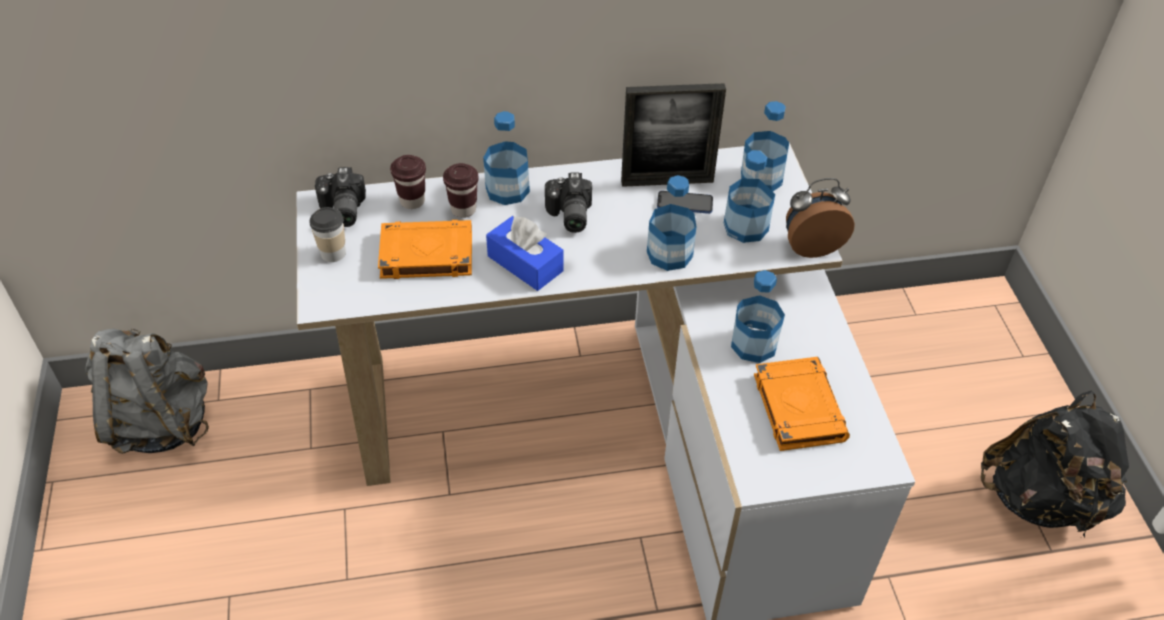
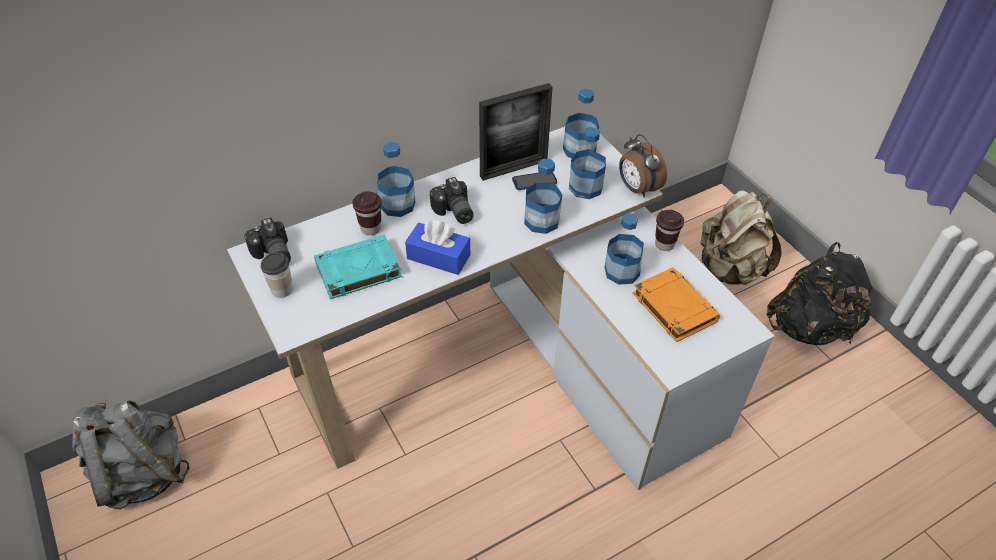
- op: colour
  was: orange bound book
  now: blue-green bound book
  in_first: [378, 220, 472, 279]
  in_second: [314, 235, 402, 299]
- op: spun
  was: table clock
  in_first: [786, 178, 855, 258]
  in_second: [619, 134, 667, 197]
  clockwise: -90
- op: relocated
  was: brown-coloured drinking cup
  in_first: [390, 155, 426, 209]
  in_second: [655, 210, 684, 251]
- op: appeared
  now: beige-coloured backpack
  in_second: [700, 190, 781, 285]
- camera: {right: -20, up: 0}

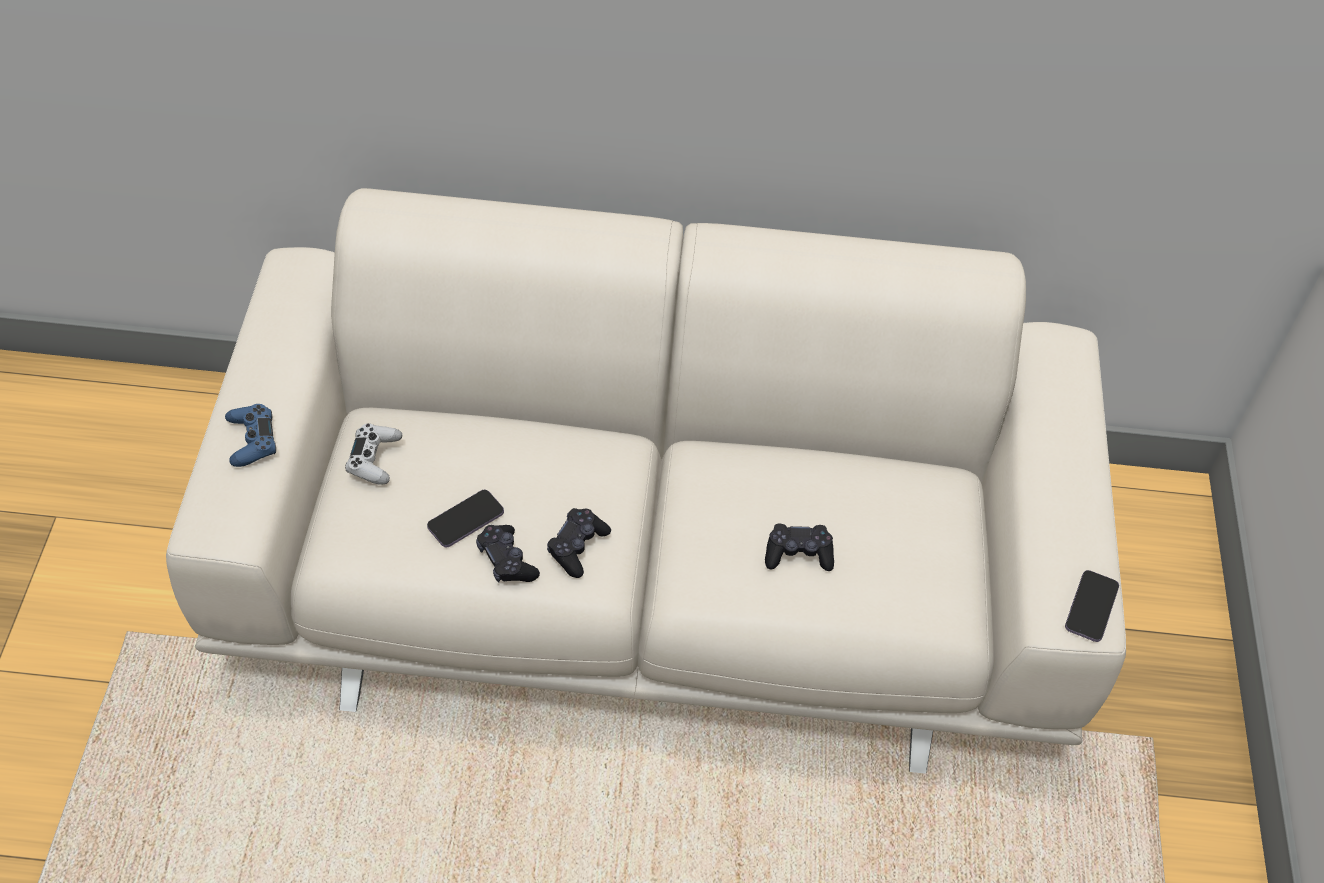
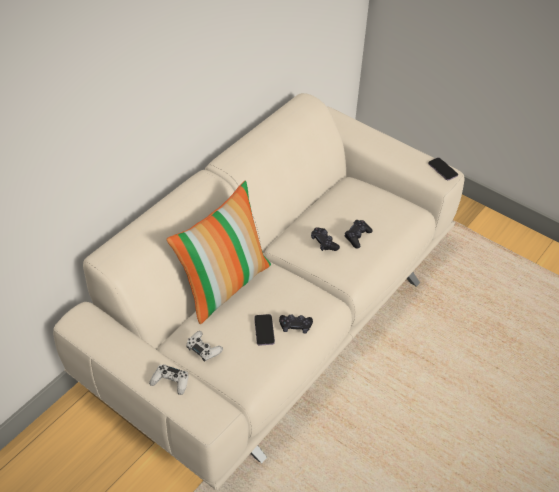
- op: colour
  was: blue-coloured joypad
  now: white joypad
  in_first: [225, 404, 276, 467]
  in_second: [149, 364, 188, 395]
- op: appeared
  now: throw pillow
  in_second: [166, 181, 271, 324]
- op: relocated
  was: black joypad
  in_first: [547, 508, 611, 578]
  in_second: [311, 227, 340, 251]
- camera: {right: -55, up: -5}

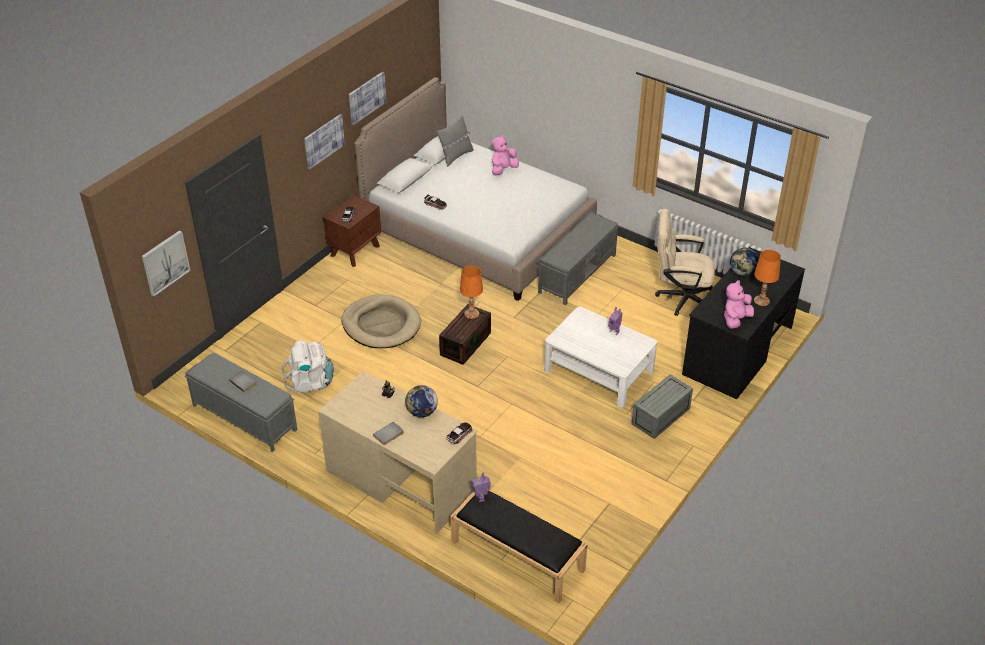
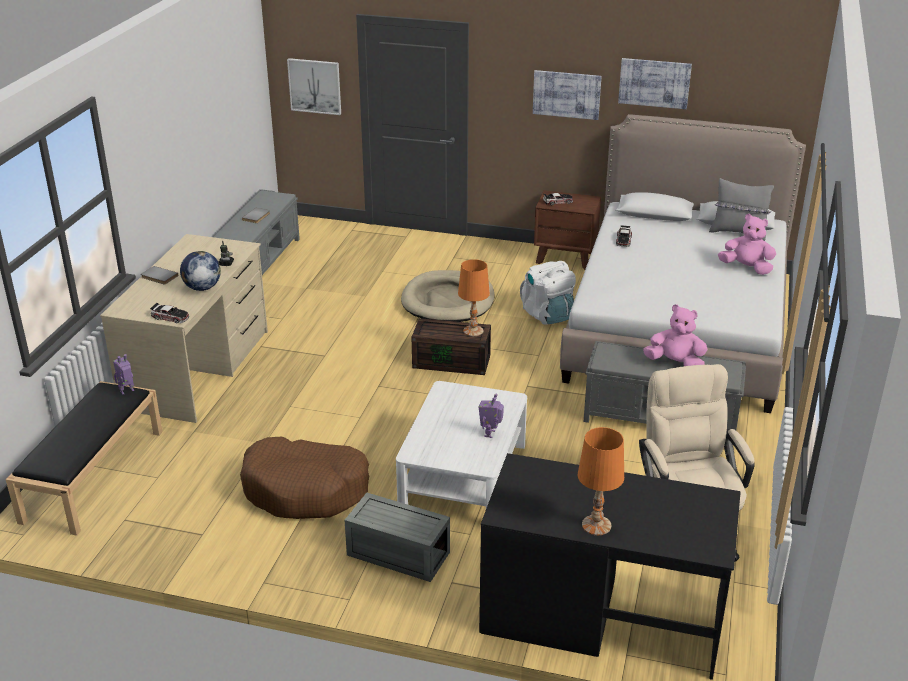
- op: appeared
  now: brown-coloured dog cushion
  in_second: [240, 436, 369, 519]
- op: relocated
  was: white backpack
  in_first: [281, 340, 334, 393]
  in_second: [520, 261, 576, 325]
- op: relocated
  was: pinkish cuddly toy
  in_first: [724, 280, 754, 329]
  in_second: [643, 304, 708, 366]
- op: missing
  was: world globe
  in_first: [730, 248, 759, 276]
- camera: {right: 70, up: -10}

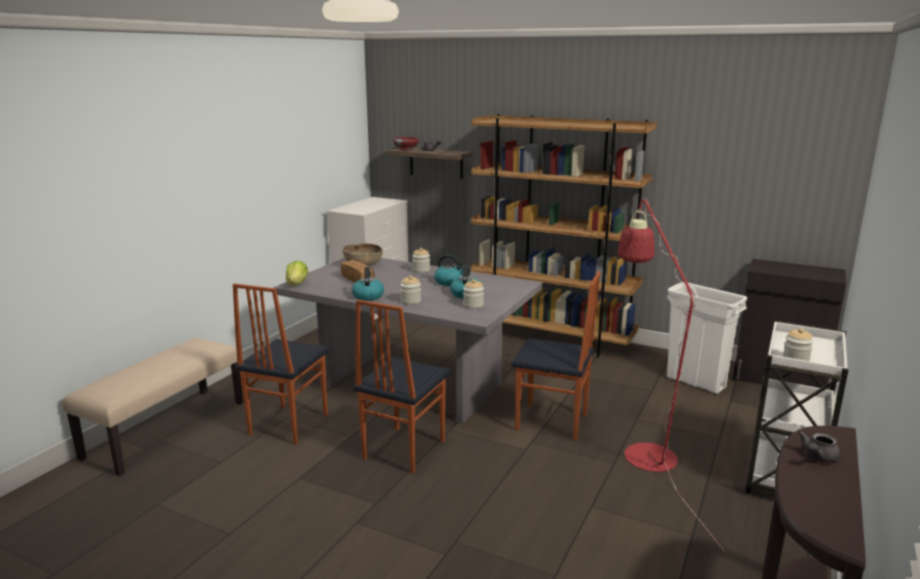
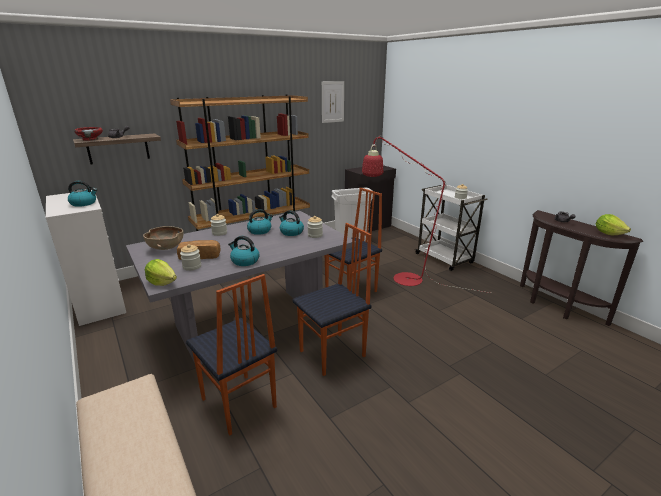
- op: appeared
  now: kettle
  in_second: [68, 181, 97, 207]
- op: relocated
  was: storage jar
  in_first: [400, 275, 421, 305]
  in_second: [180, 244, 201, 271]
- op: spun
  was: upright chair
  in_first: [354, 299, 450, 474]
  in_second: [293, 223, 371, 376]
  clockwise: -90
- op: appeared
  now: wall picture
  in_second: [322, 81, 344, 123]
- op: appeared
  now: lettuce head
  in_second: [596, 214, 631, 235]
- camera: {right: -60, up: 5}

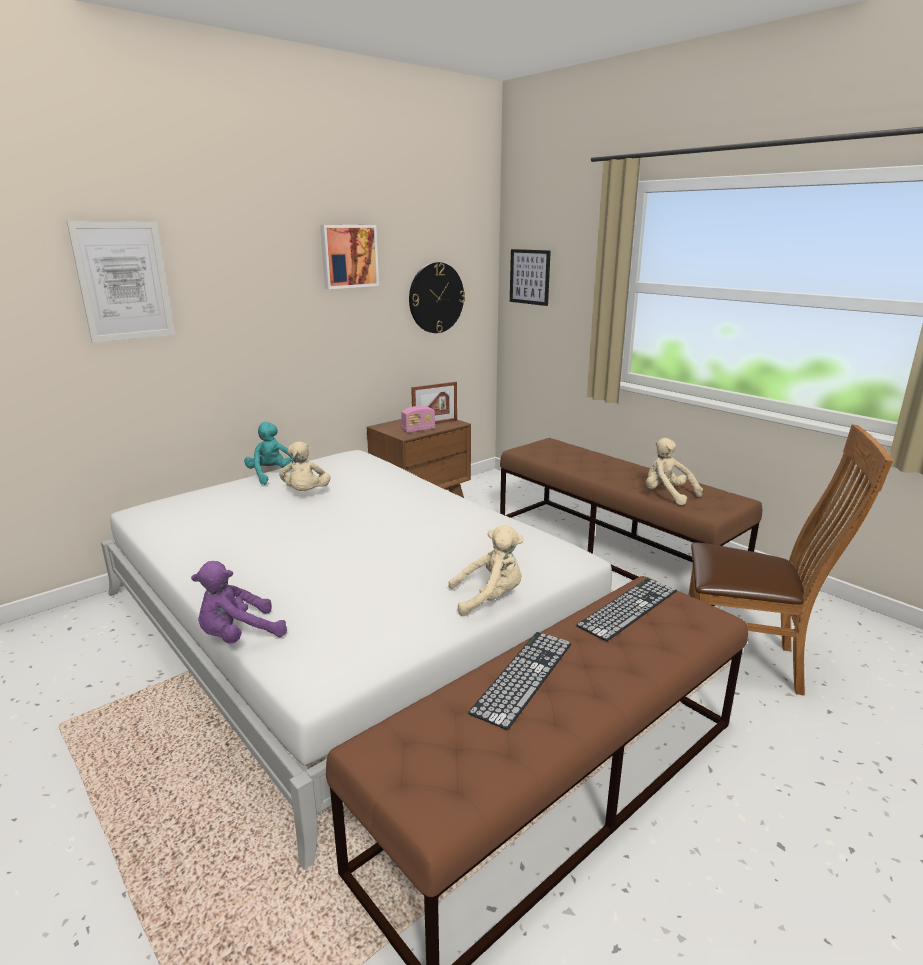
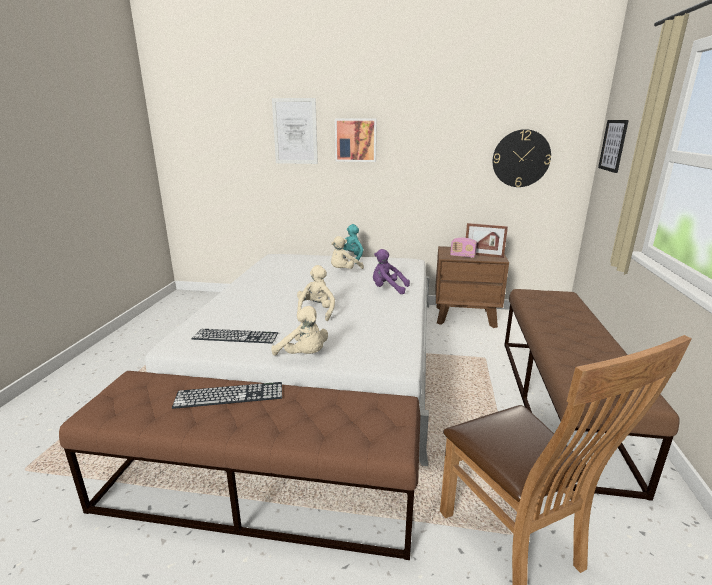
- op: relocated
  was: computer keyboard
  in_first: [576, 578, 677, 642]
  in_second: [192, 329, 278, 344]
- op: relocated
  was: beige-coloured cuddly toy
  in_first: [646, 438, 703, 505]
  in_second: [297, 265, 335, 321]
- op: relocated
  was: wall picture
  in_first: [320, 225, 379, 289]
  in_second: [335, 119, 377, 162]
- op: relocated
  was: purple cuddly toy
  in_first: [191, 561, 287, 644]
  in_second: [373, 249, 410, 294]
- camera: {right: 50, up: 0}

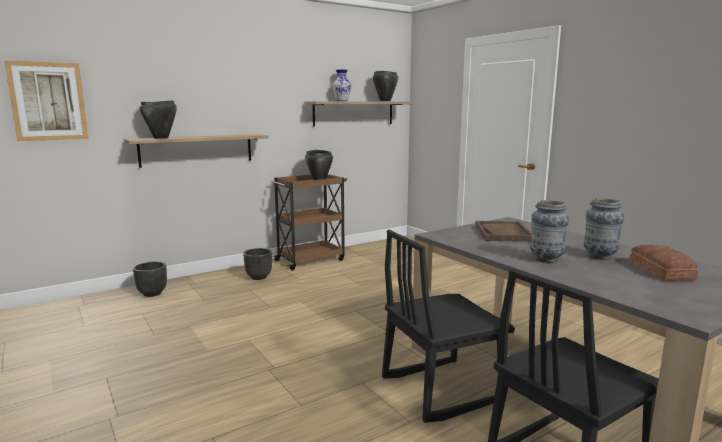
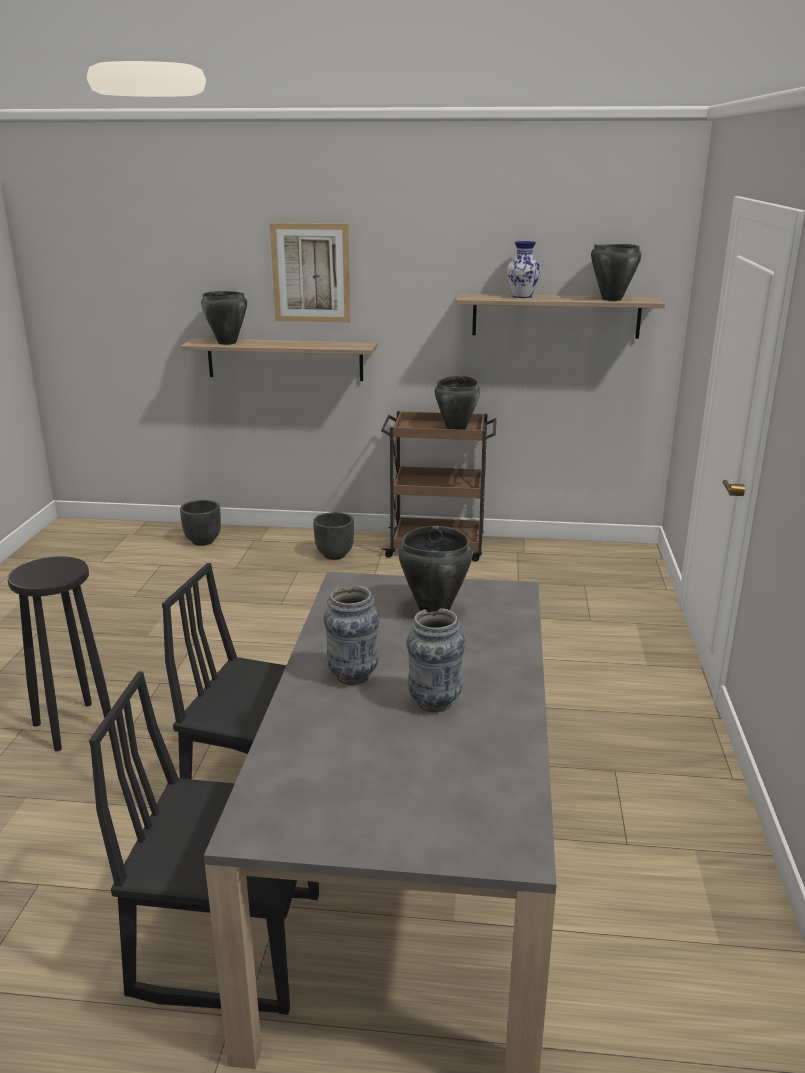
- op: appeared
  now: black stool
  in_second: [8, 556, 111, 751]
- op: relocated
  was: wall picture
  in_first: [4, 61, 89, 141]
  in_second: [270, 223, 351, 323]
- op: exchanged
  was: brown-coloured tray
  now: black stockpot
  in_first: [475, 221, 532, 242]
  in_second: [398, 526, 472, 612]
- op: missing
  was: bakery bread
  in_first: [629, 245, 698, 281]
- camera: {right: 40, up: 10}

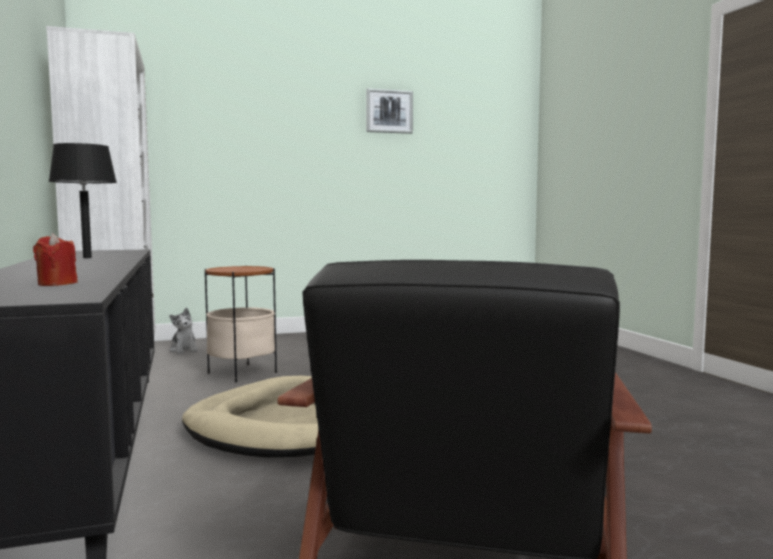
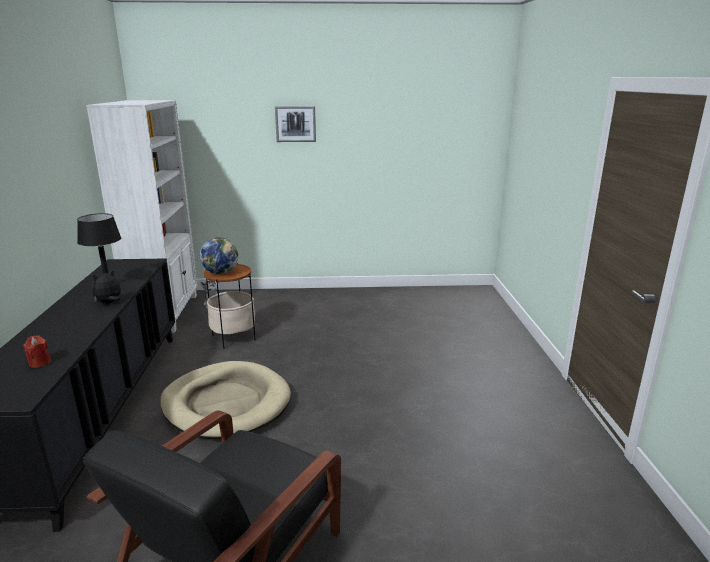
- op: appeared
  now: cuddly toy
  in_second: [92, 270, 121, 304]
- op: appeared
  now: world globe
  in_second: [200, 237, 238, 274]
- op: relocated
  was: wall picture
  in_first: [366, 88, 413, 134]
  in_second: [275, 106, 316, 142]
- camera: {right: 15, up: 15}

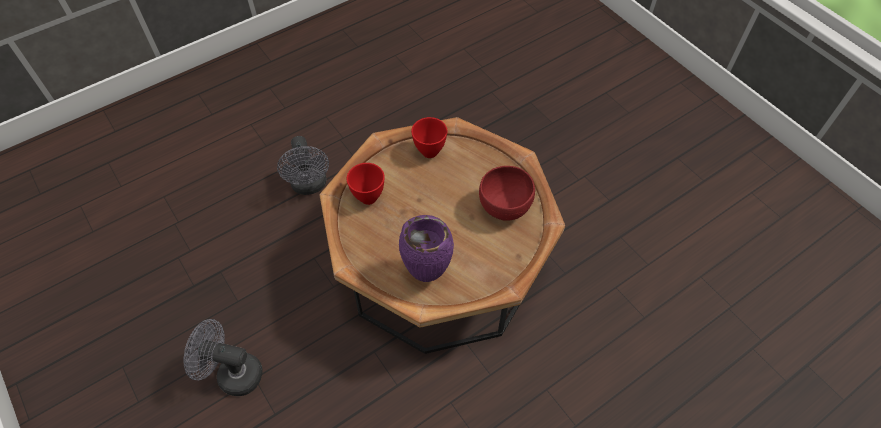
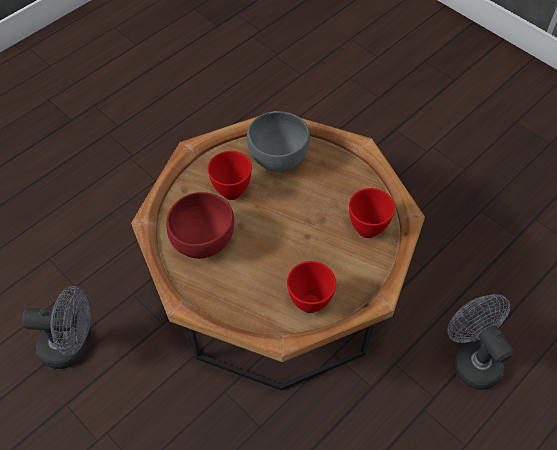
- op: relocated
  was: grey electric fan
  in_first: [183, 319, 263, 396]
  in_second: [21, 286, 91, 369]
- op: appeared
  now: red serving bowl
  in_second: [208, 151, 252, 200]
- op: exchanged
  was: purple flower vase
  now: grey serving bowl
  in_first: [399, 215, 454, 282]
  in_second: [247, 111, 310, 172]
- camera: {right: 170, up: 0}

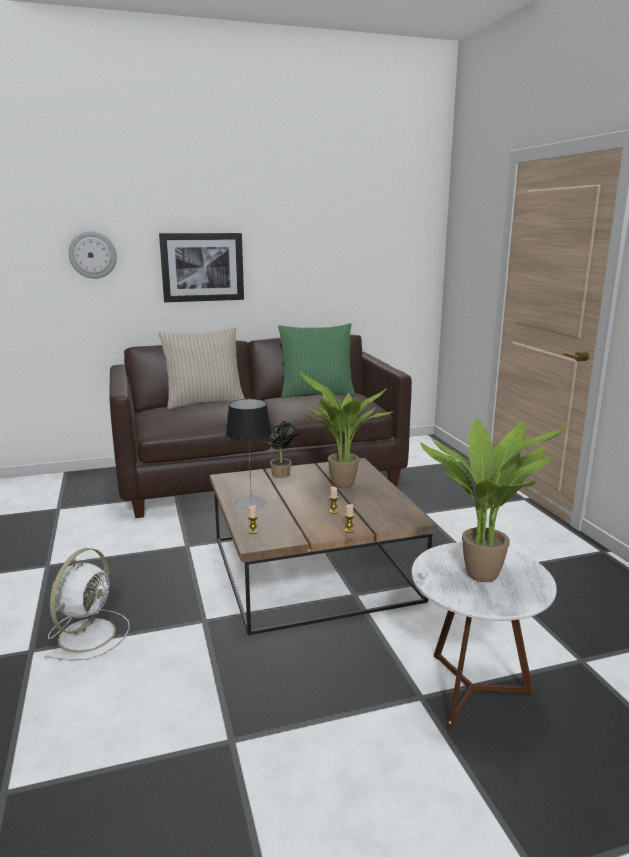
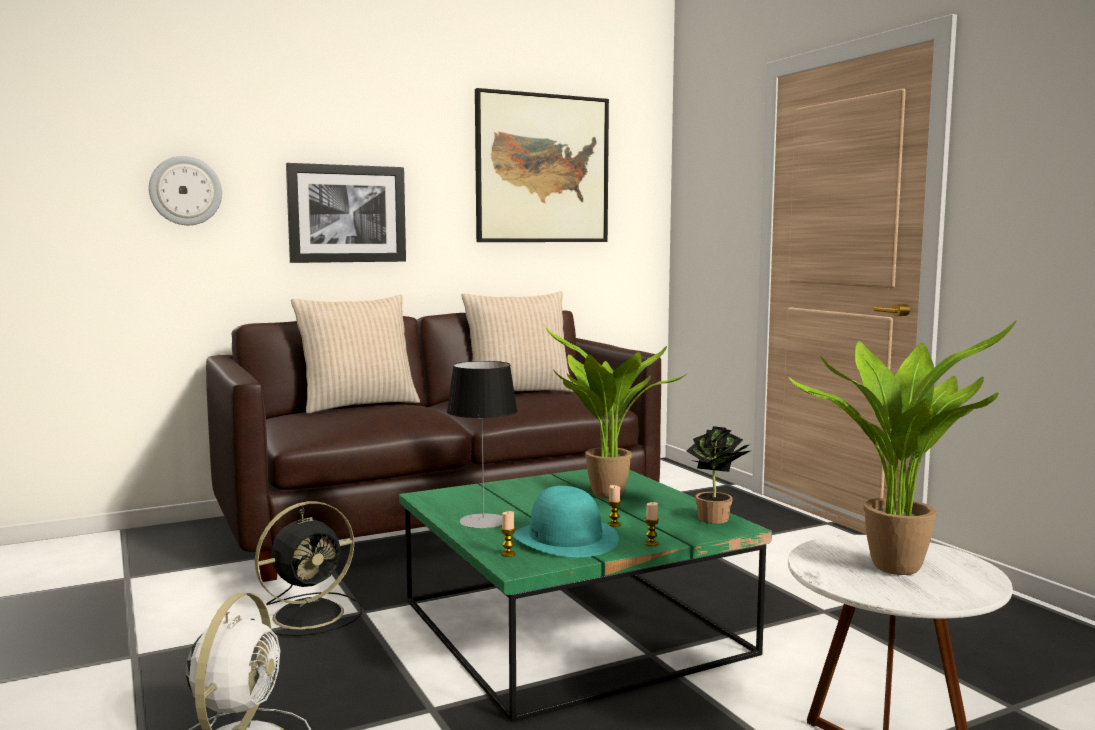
- op: appeared
  now: black electric fan
  in_second: [250, 501, 362, 636]
- op: colour
  was: brown-coloured low table
  now: green low table
  in_first: [210, 458, 437, 635]
  in_second: [399, 469, 772, 722]
- op: colour
  was: green throw pillow
  now: beige-coloured throw pillow
  in_first: [278, 323, 355, 398]
  in_second: [462, 291, 574, 392]
- op: appeared
  now: wall picture
  in_second: [475, 88, 609, 242]
- op: appeared
  now: blue-green hat
  in_second: [513, 486, 619, 557]
- op: relocated
  was: houseplant
  in_first: [261, 421, 301, 478]
  in_second: [686, 426, 750, 524]
- camera: {right: -10, up: -10}

